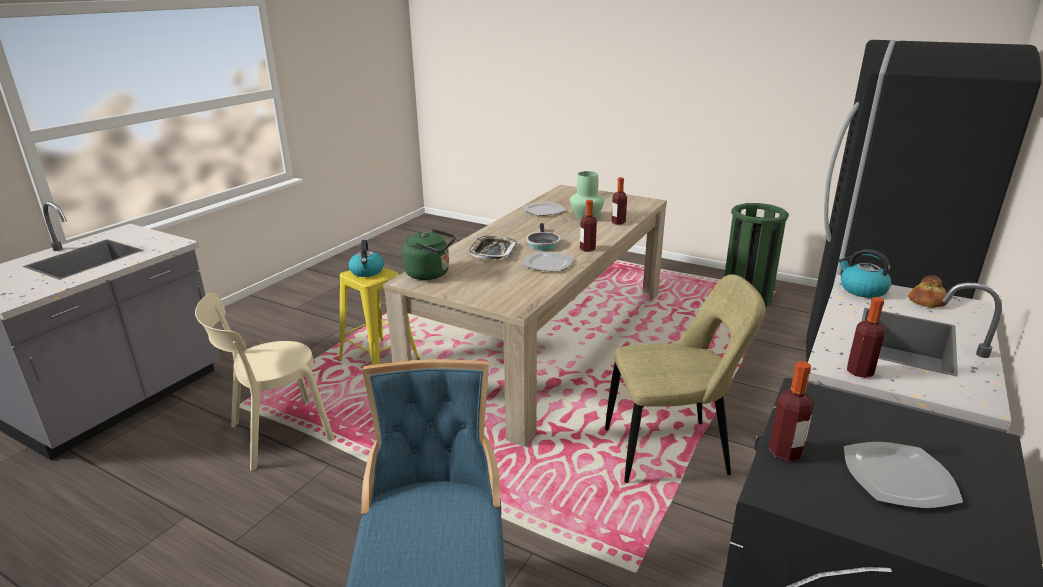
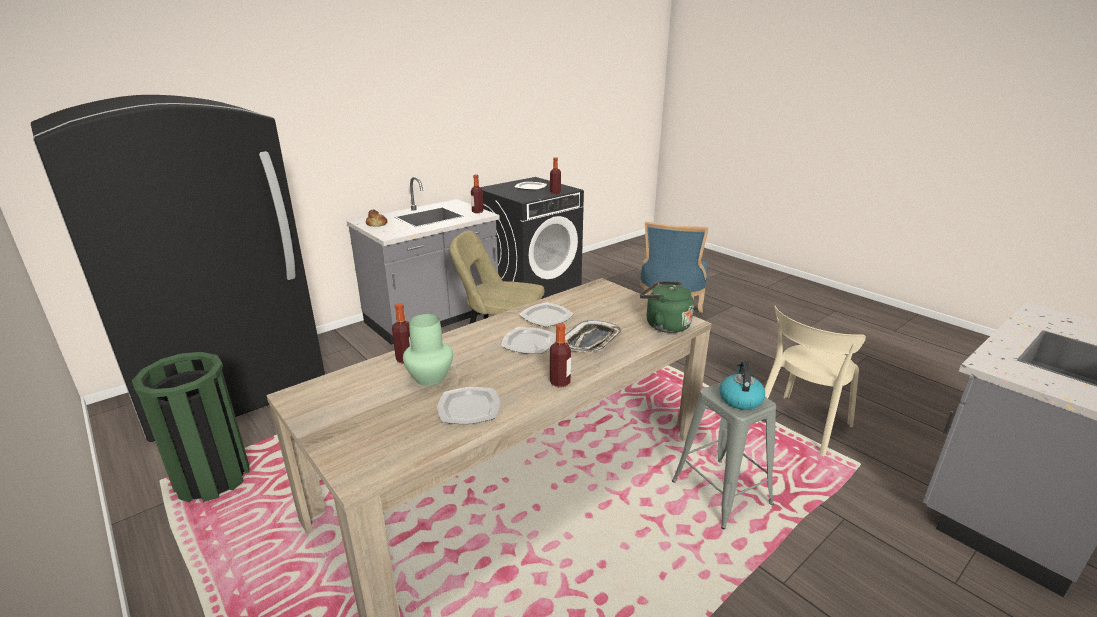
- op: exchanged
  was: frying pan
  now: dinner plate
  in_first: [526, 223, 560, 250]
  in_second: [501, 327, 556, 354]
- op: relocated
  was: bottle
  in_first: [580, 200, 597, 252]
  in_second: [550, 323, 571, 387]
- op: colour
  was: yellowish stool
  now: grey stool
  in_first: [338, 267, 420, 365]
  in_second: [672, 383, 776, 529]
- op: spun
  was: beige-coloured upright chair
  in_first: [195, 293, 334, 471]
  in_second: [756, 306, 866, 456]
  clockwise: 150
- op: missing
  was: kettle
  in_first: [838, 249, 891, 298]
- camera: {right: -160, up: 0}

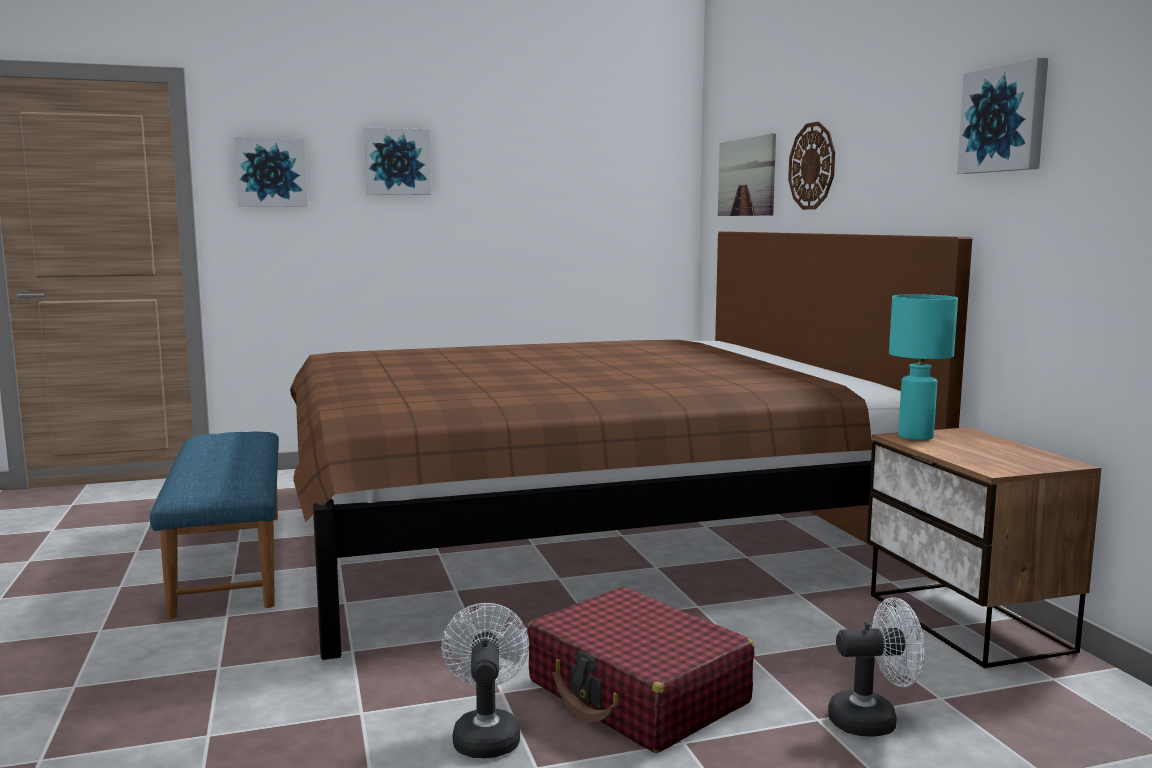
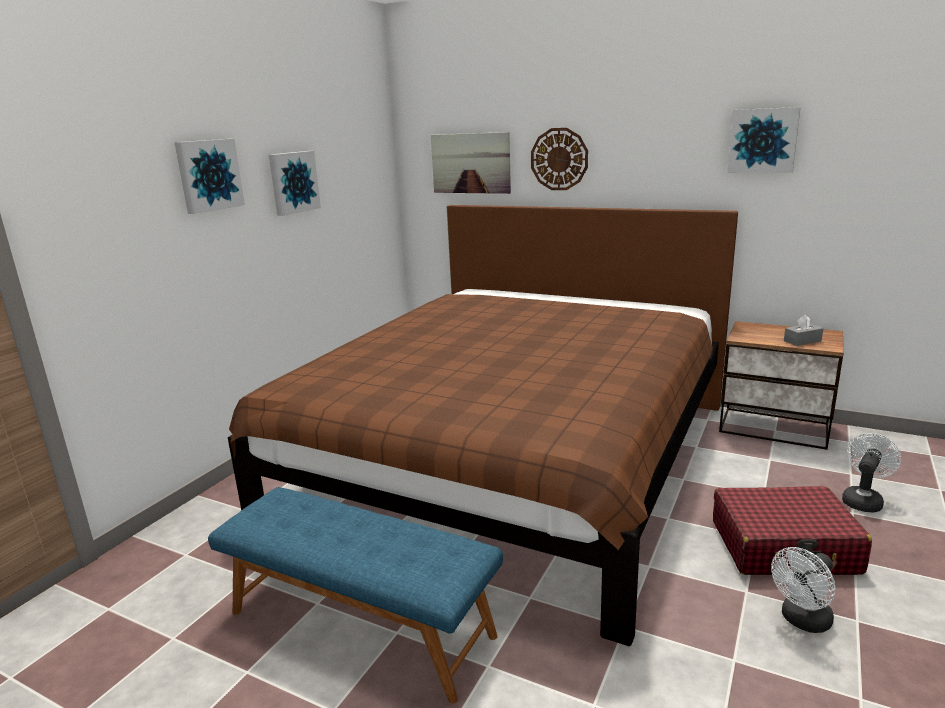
- op: relocated
  was: wall picture
  in_first: [234, 137, 308, 206]
  in_second: [269, 151, 321, 216]
- op: spun
  was: white electric fan
  in_first: [441, 603, 529, 758]
  in_second: [771, 547, 836, 633]
  clockwise: -75
- op: appeared
  now: grey tissue holder
  in_second: [784, 315, 823, 346]
- op: missing
  was: blue-green lamp for a table
  in_first: [889, 294, 958, 440]
- camera: {right: -45, up: 10}

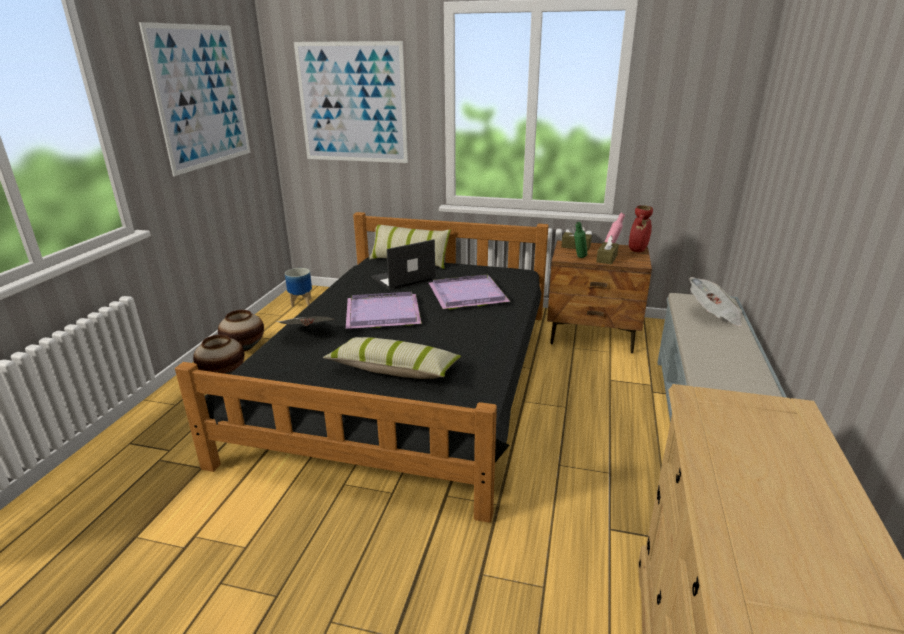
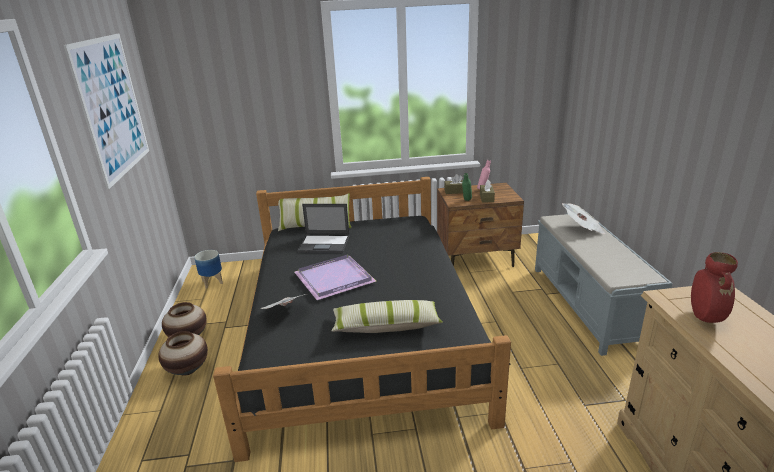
- op: spun
  was: notebook computer
  in_first: [371, 239, 436, 291]
  in_second: [297, 204, 350, 253]
  clockwise: -120
- op: relocated
  was: red flower vase
  in_first: [629, 205, 653, 252]
  in_second: [691, 252, 738, 323]
- op: missing
  was: wall picture
  in_first: [294, 41, 408, 163]
- op: missing
  was: purple tray
  in_first: [429, 274, 511, 310]
- camera: {right: -20, up: 0}

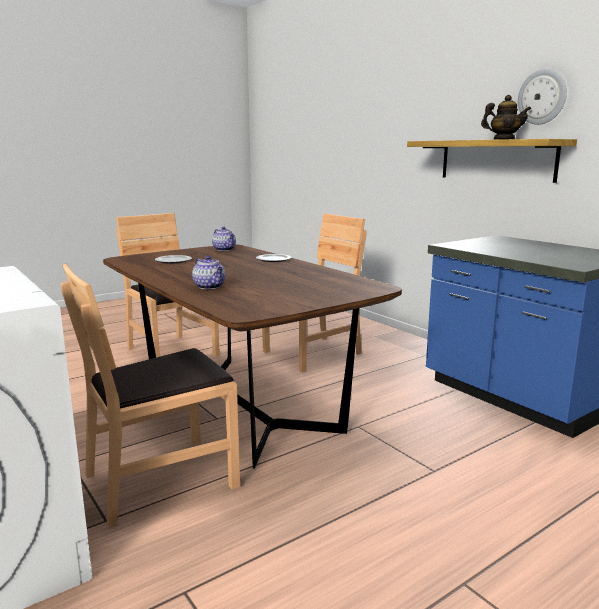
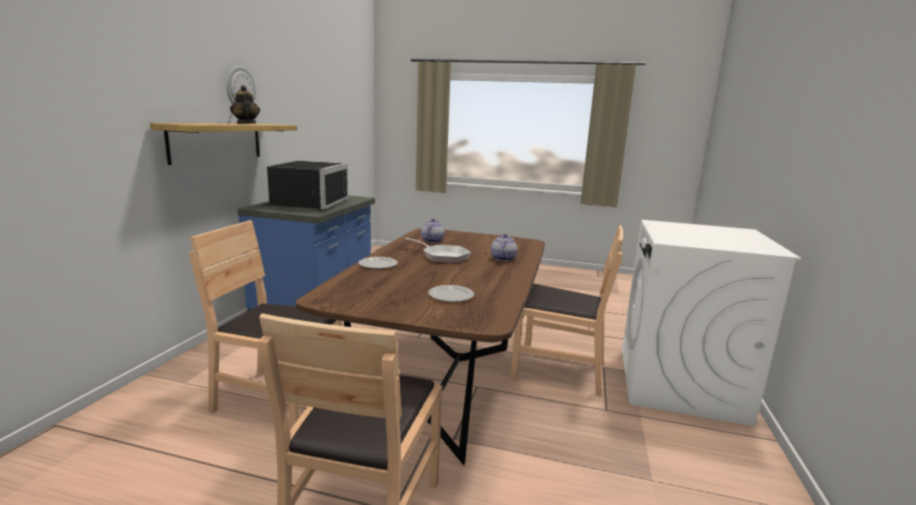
- op: appeared
  now: black kitchen microwave
  in_second: [262, 161, 348, 210]
- op: appeared
  now: frying pan
  in_second: [405, 238, 471, 263]
- op: relocated
  was: tea pot
  in_first: [212, 227, 236, 251]
  in_second: [421, 219, 444, 243]
- camera: {right: -130, up: 0}

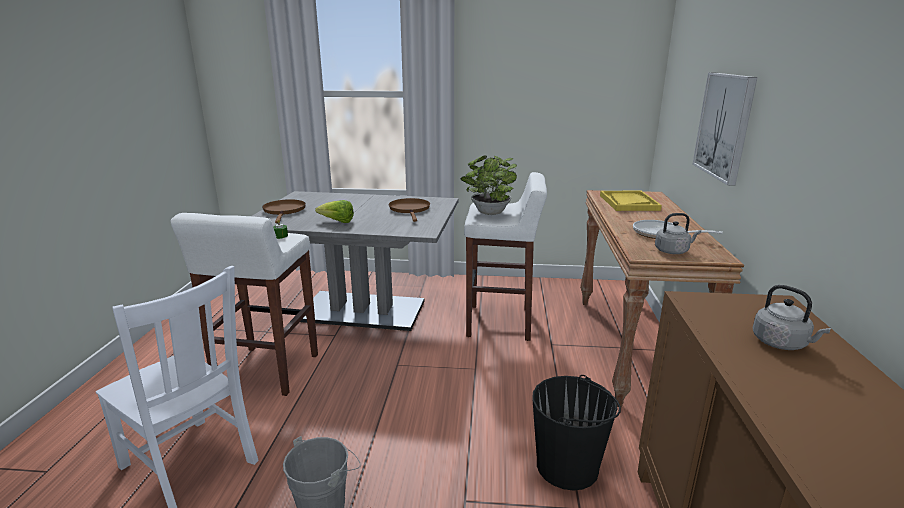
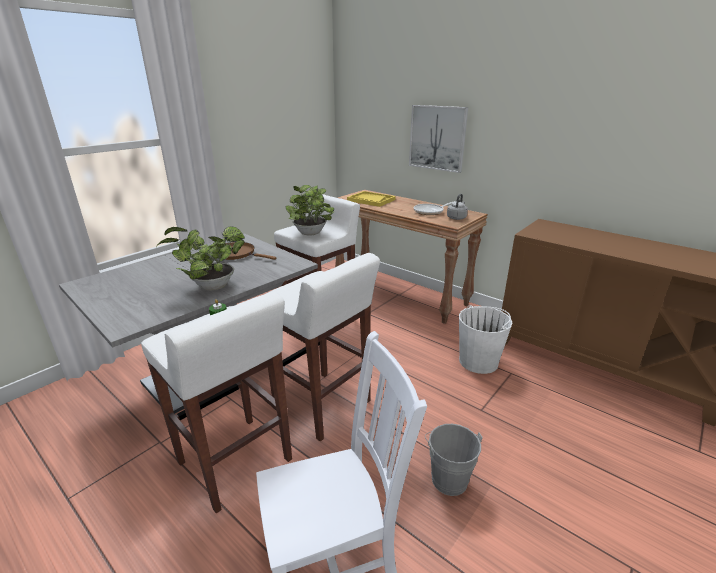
- op: exchanged
  was: lettuce head
  now: houseplant
  in_first: [315, 200, 354, 223]
  in_second: [156, 226, 245, 291]
- op: appeared
  now: white stool
  in_second: [268, 253, 380, 442]
- op: colour
  was: black pail
  now: white pail
  in_first: [533, 375, 621, 491]
  in_second: [459, 305, 512, 374]
- op: missing
  was: brown-coloured frying pan
  in_first: [262, 199, 306, 223]
- op: missing
  was: grey kettle
  in_first: [753, 285, 831, 350]
- camera: {right: -55, up: 5}

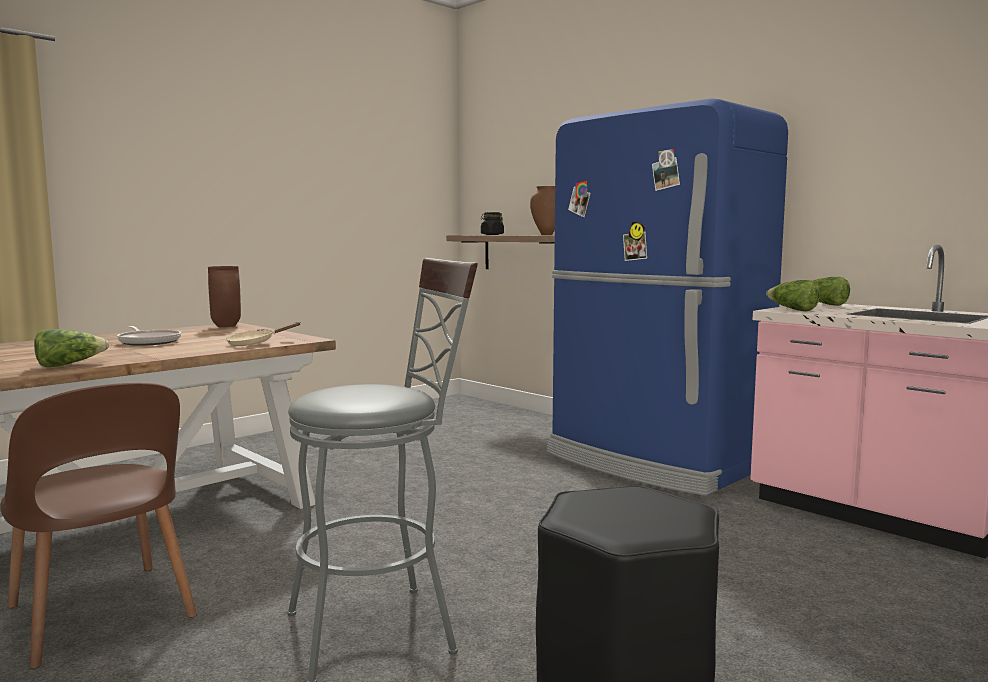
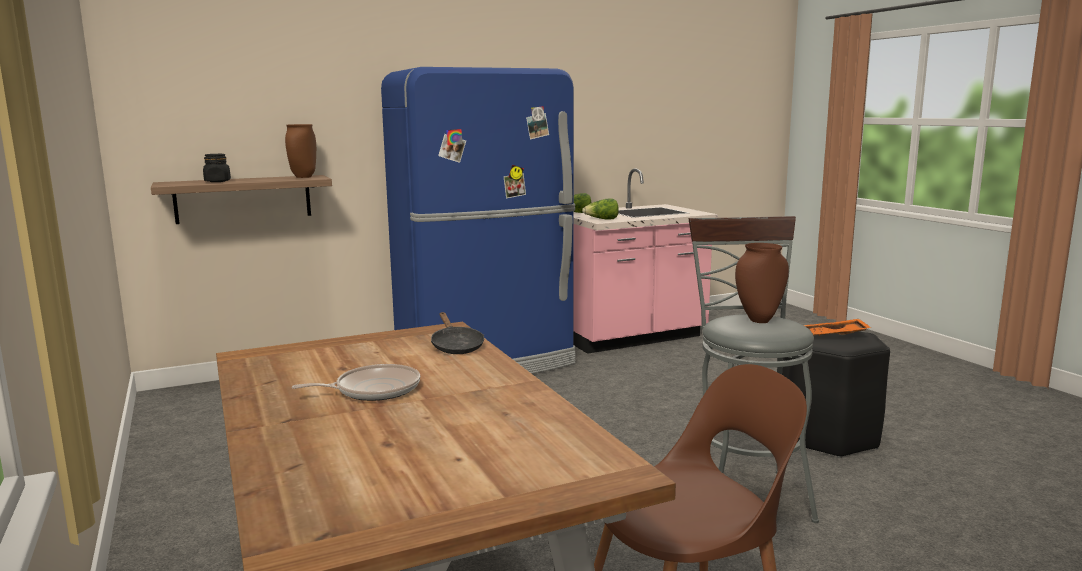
- op: colour
  was: beige-coloured frying pan
  now: black frying pan
  in_first: [226, 322, 301, 346]
  in_second: [431, 312, 484, 354]
- op: relocated
  was: brown-coloured flower vase
  in_first: [208, 266, 241, 327]
  in_second: [735, 243, 789, 323]
- op: appeared
  now: orange tray
  in_second: [804, 319, 871, 336]
- op: missing
  was: lettuce head
  in_first: [34, 329, 109, 367]
- camera: {right: -70, up: 5}

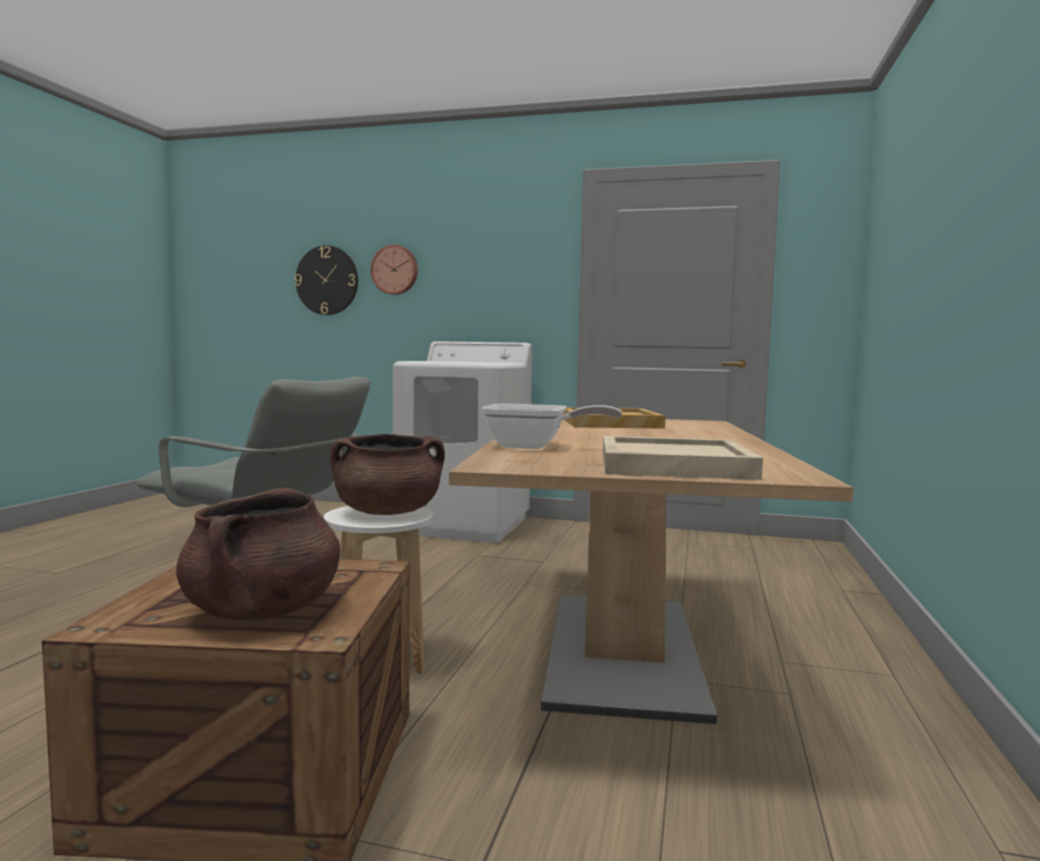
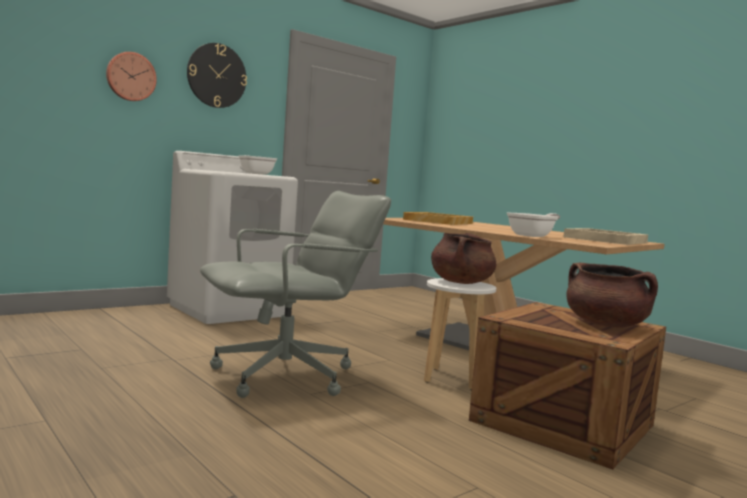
- op: relocated
  was: hanging clock
  in_first: [295, 245, 358, 315]
  in_second: [187, 43, 247, 108]
- op: appeared
  now: frying pan
  in_second: [238, 155, 277, 175]
- camera: {right: -55, up: 0}

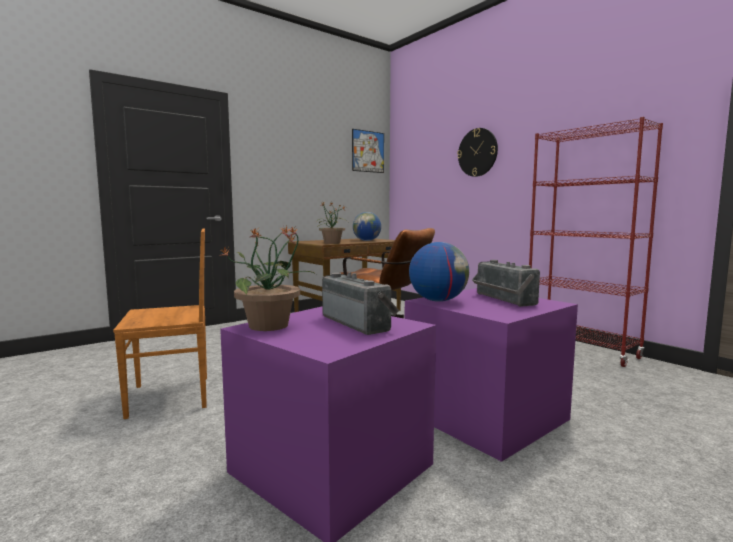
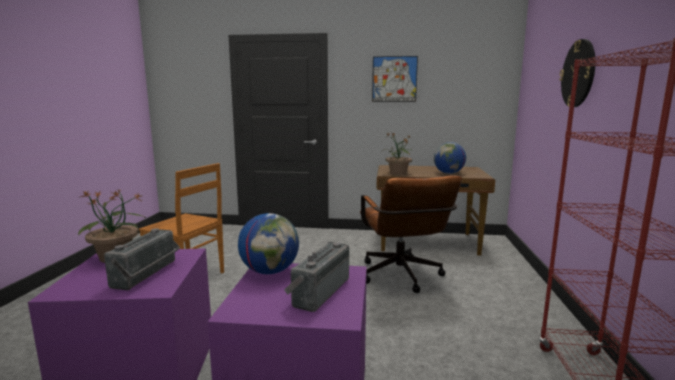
- op: relocated
  was: wall picture
  in_first: [352, 129, 384, 173]
  in_second: [372, 56, 418, 102]
- camera: {right: 45, up: 5}

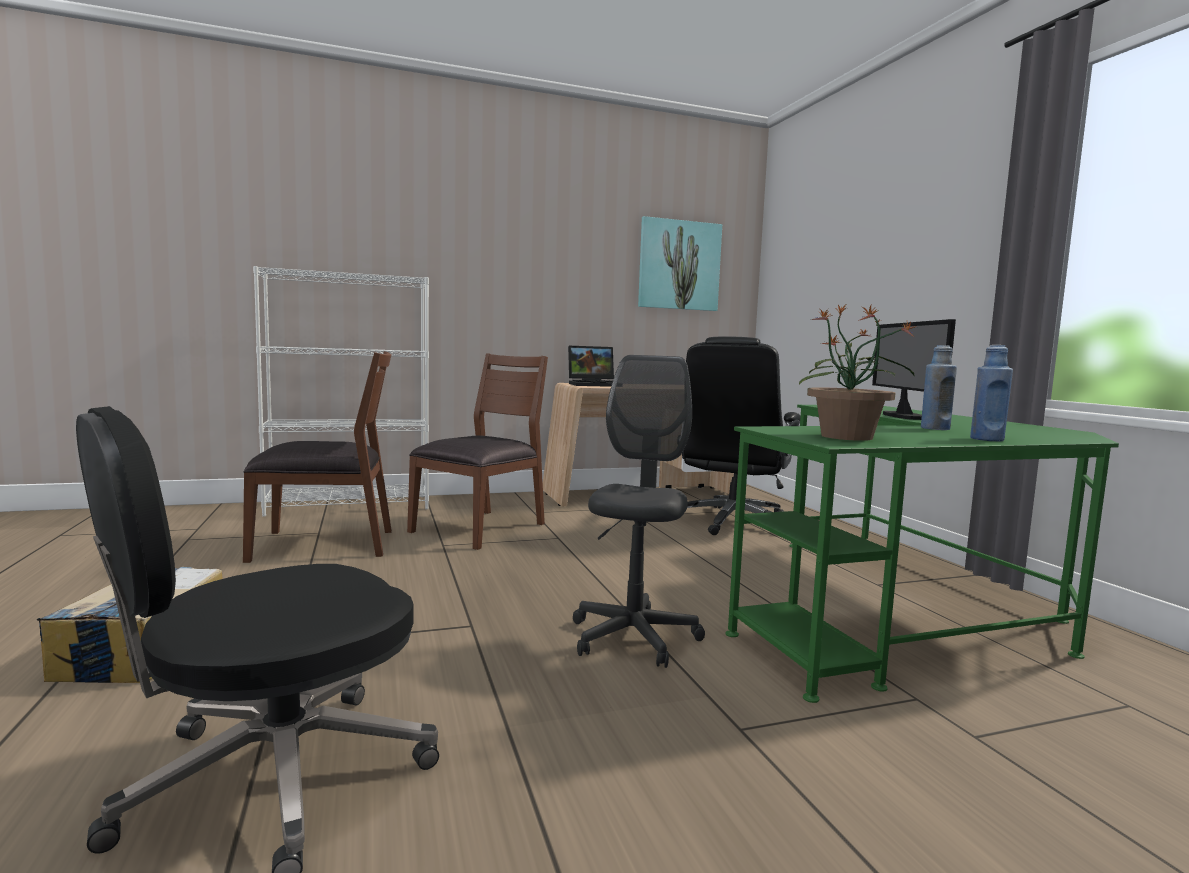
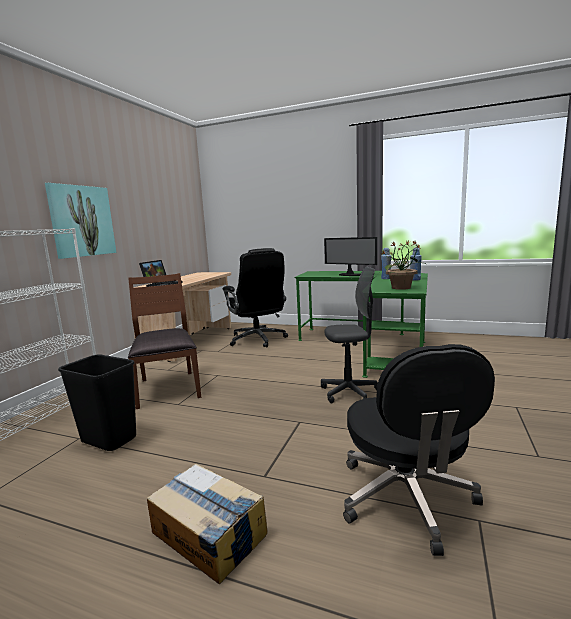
- op: relocated
  was: wall picture
  in_first: [638, 216, 722, 311]
  in_second: [45, 183, 116, 259]
- op: exchanged
  was: brown-coloured upright chair
  now: black trash can
  in_first: [243, 351, 392, 563]
  in_second: [58, 354, 136, 451]
- op: spun
  was: grey office chair
  in_first: [573, 355, 705, 668]
  in_second: [321, 267, 378, 404]
  clockwise: 120
- camera: {right: -50, up: 5}

